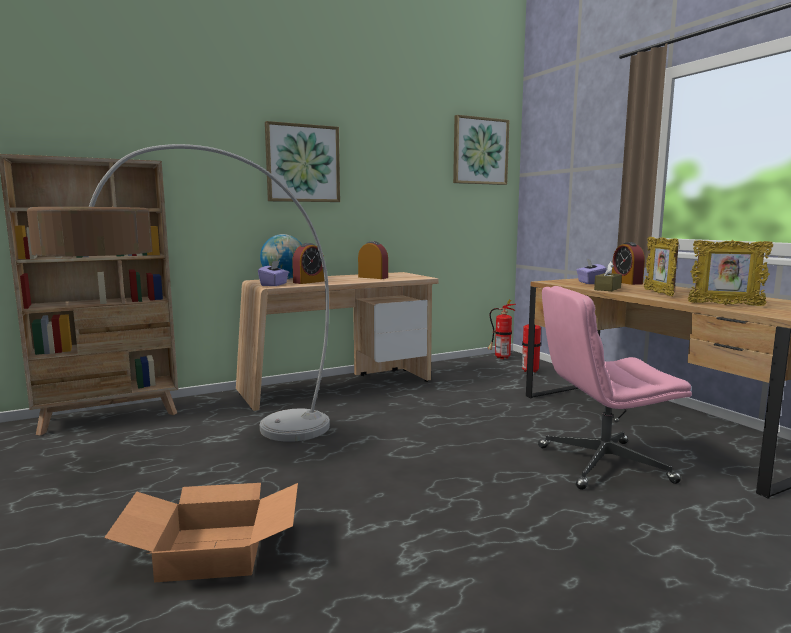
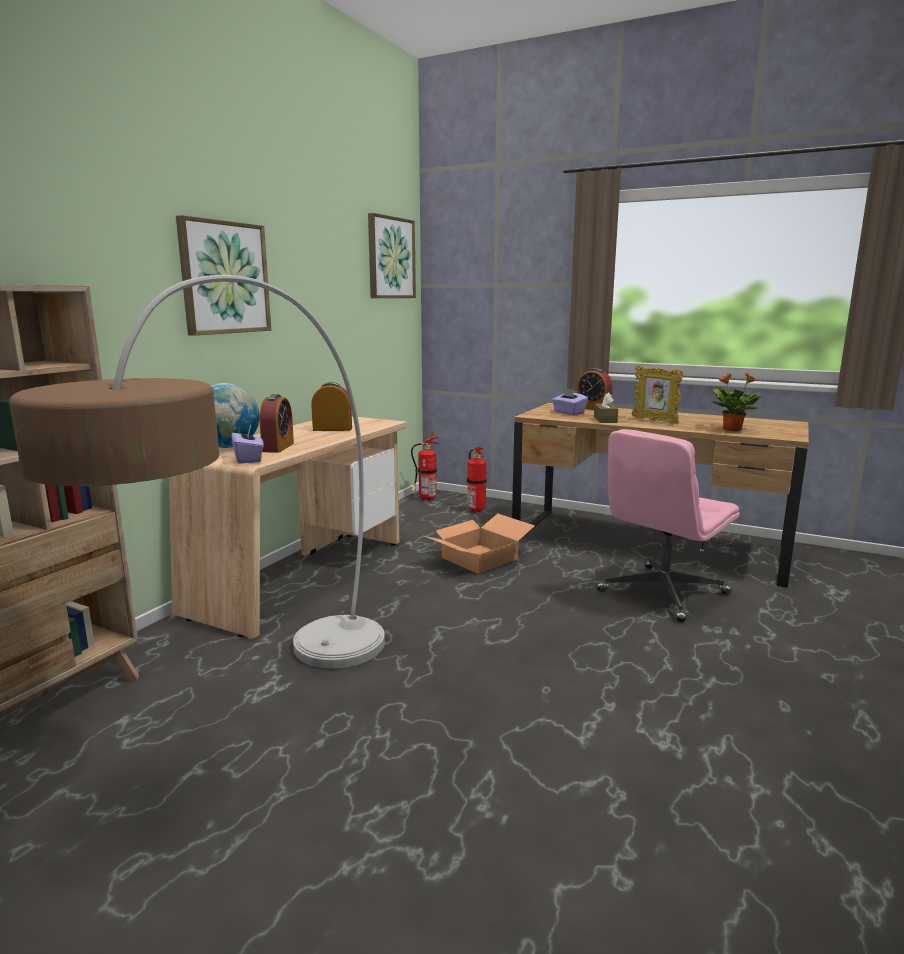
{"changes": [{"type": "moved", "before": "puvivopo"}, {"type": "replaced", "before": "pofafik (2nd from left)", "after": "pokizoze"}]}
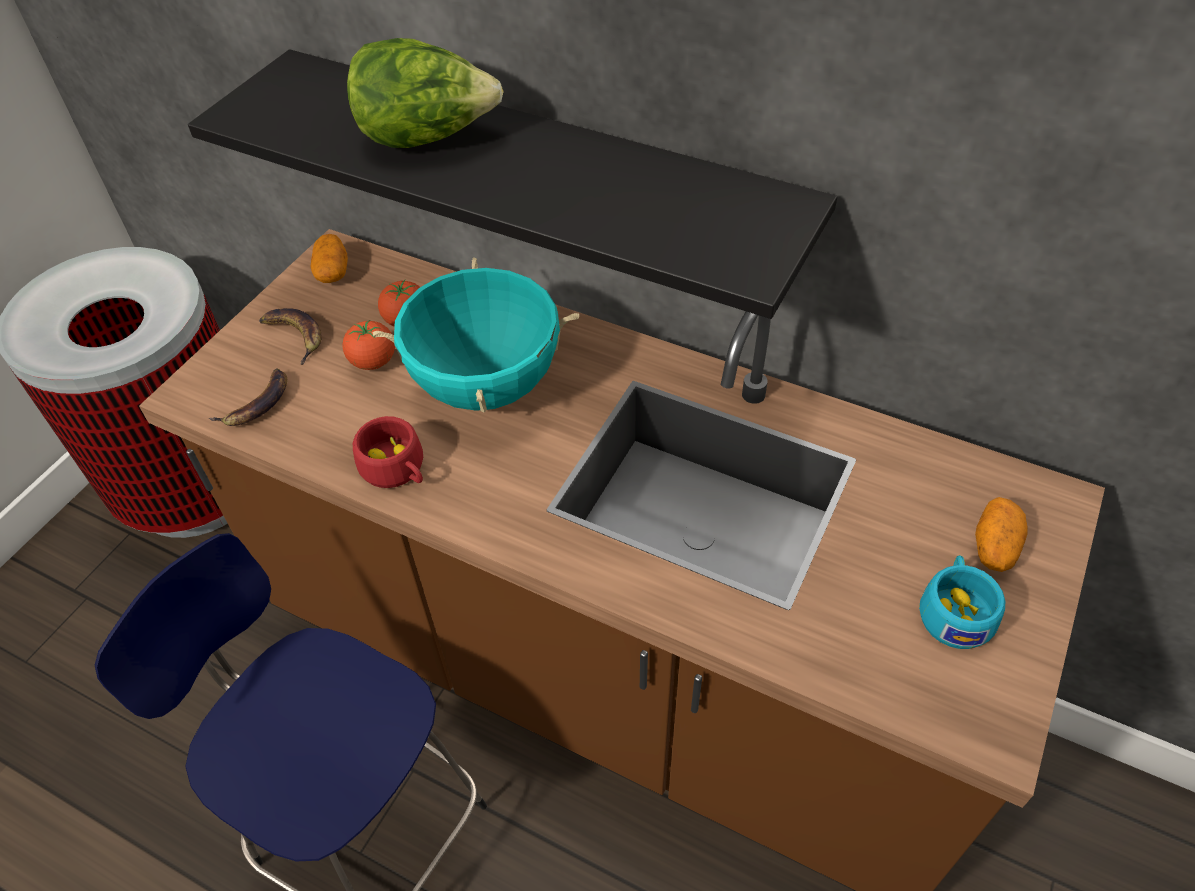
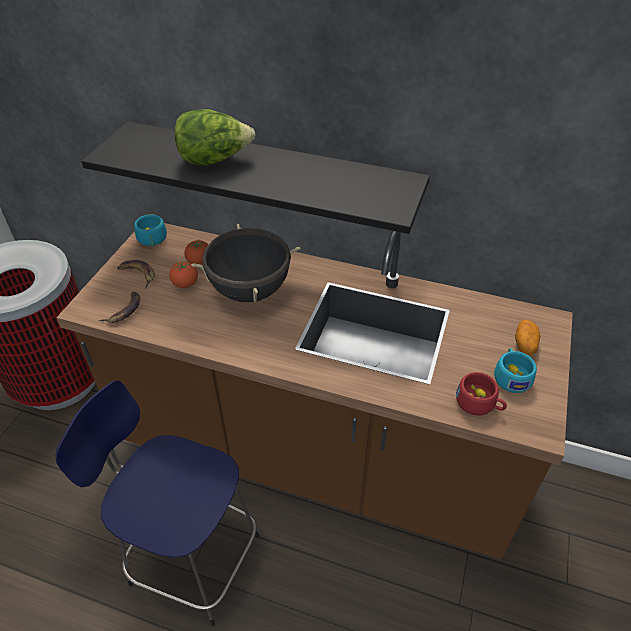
{"changes": [{"type": "replaced", "before": "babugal (1st from left)", "after": "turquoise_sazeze (1st from left)"}, {"type": "recoloured", "before": "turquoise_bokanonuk", "after": "black_bokanonuk"}, {"type": "moved", "before": "red_sazeze"}]}
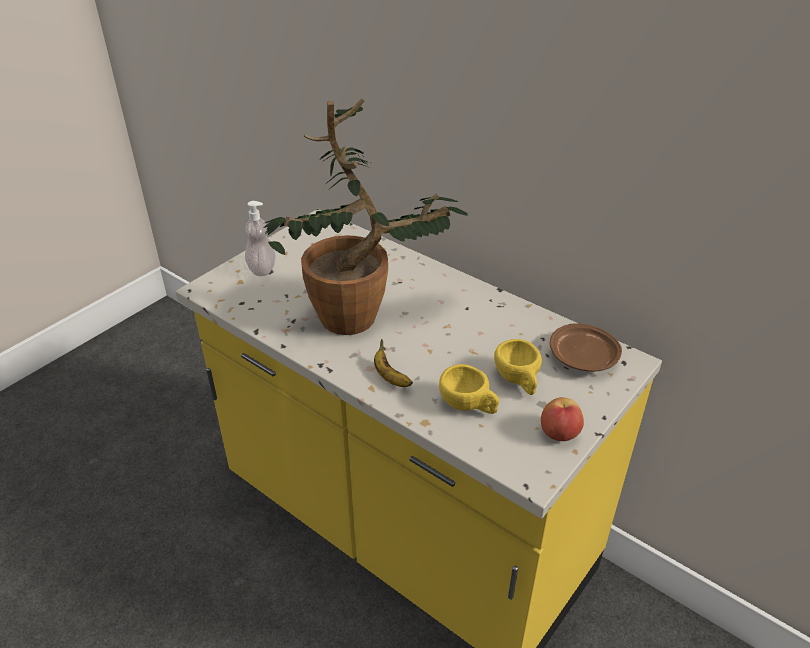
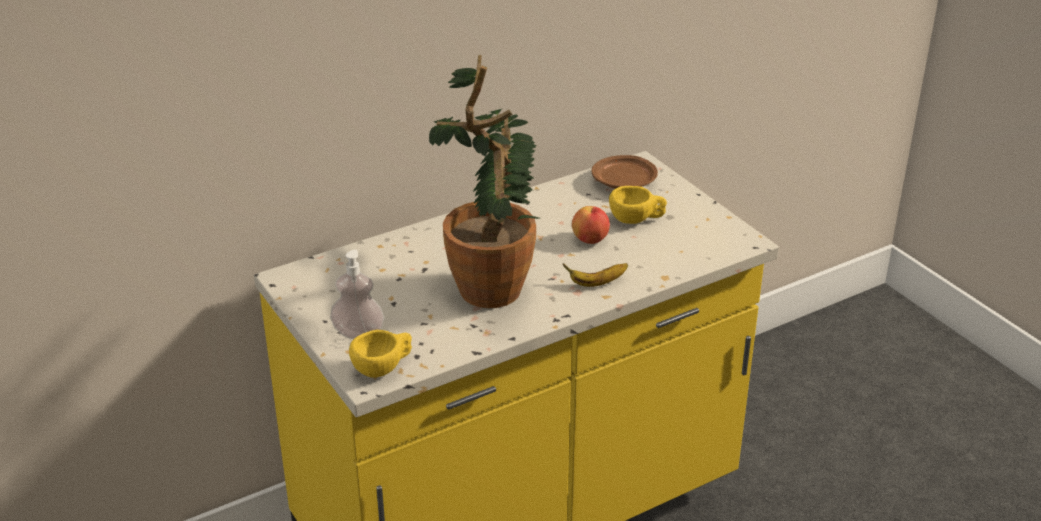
{"changes": [{"type": "moved", "before": "yellow_sazeze (1st from left)"}, {"type": "moved", "before": "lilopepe"}]}
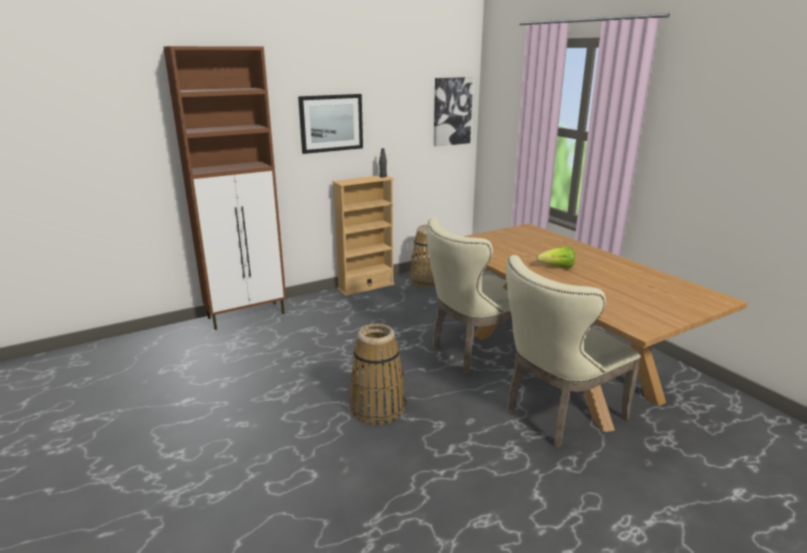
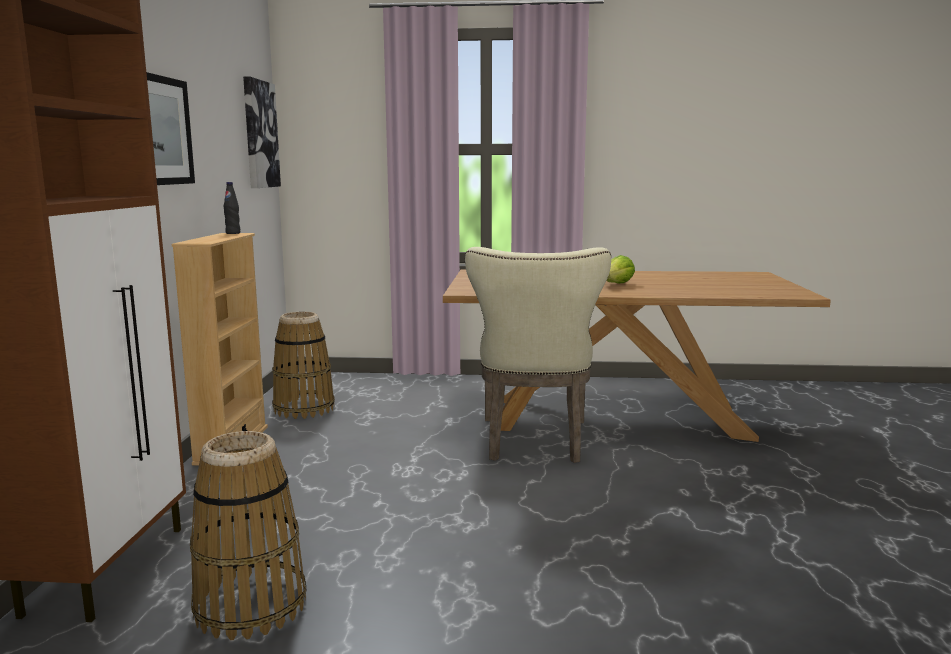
{"changes": [{"type": "moved", "before": "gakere (1st from left)"}, {"type": "removed", "before": "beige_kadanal (2nd from left)"}]}
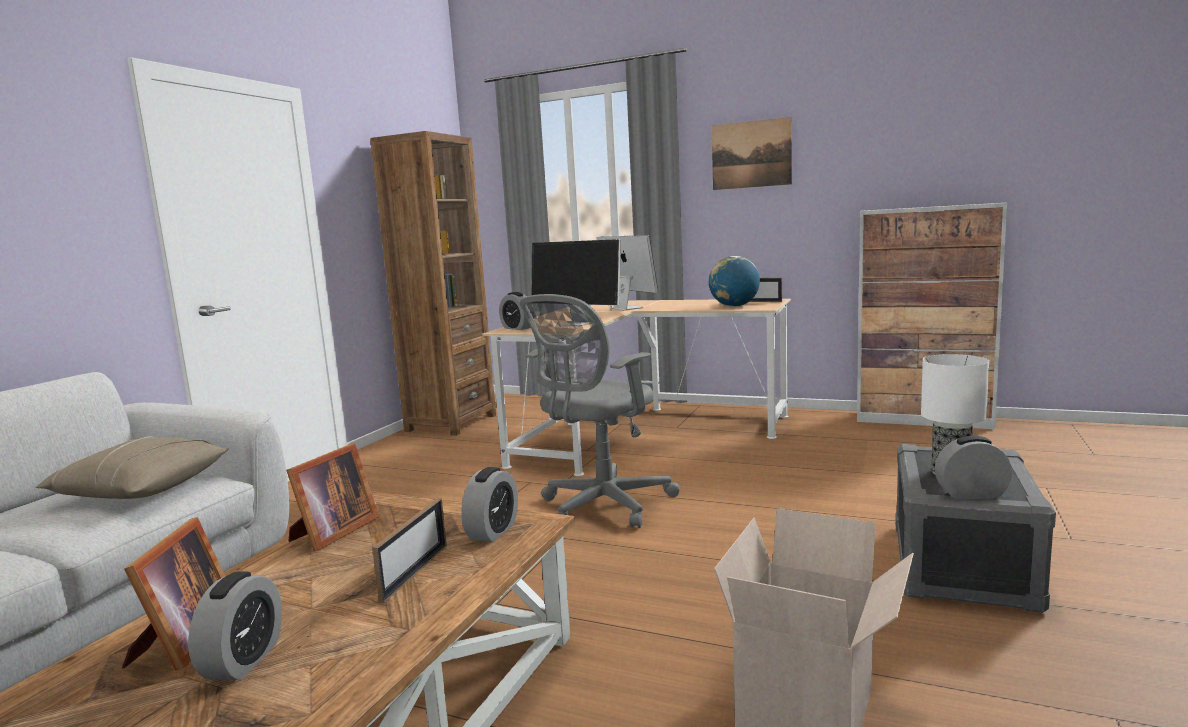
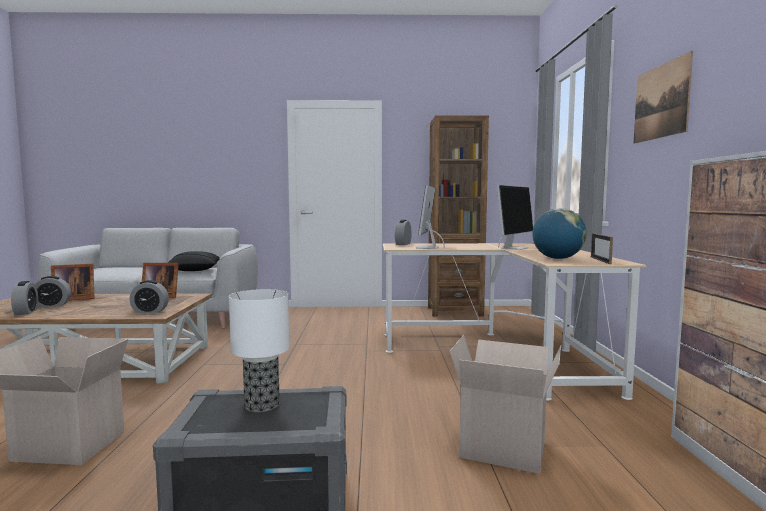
{"changes": [{"type": "moved", "before": "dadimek (4th from left in the first image)", "after": "dadimek (1st from left)"}, {"type": "recoloured", "before": "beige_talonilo", "after": "black_talonilo"}, {"type": "added", "after": "puvivopo (2nd from left)"}, {"type": "removed", "before": "pofafik (3rd from left)"}, {"type": "removed", "before": "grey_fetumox"}]}
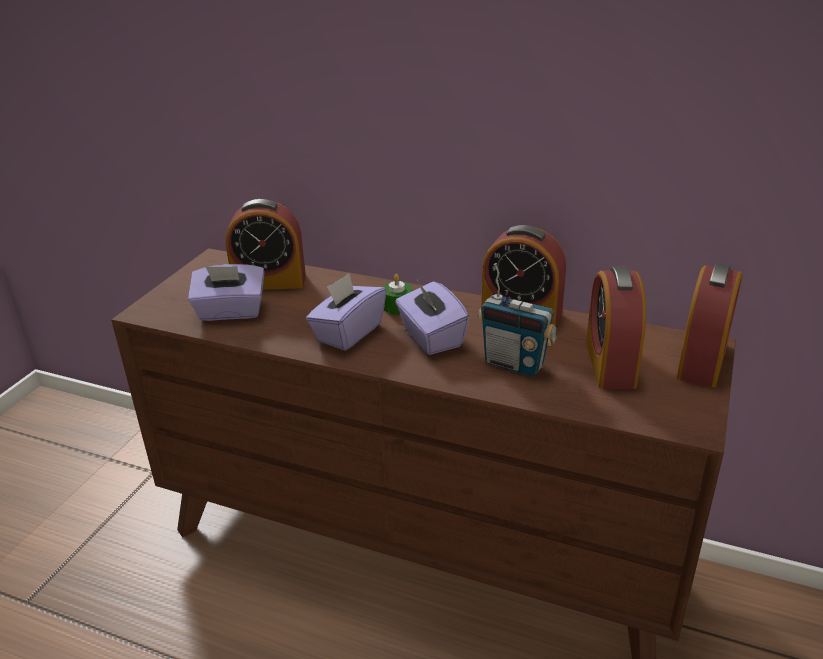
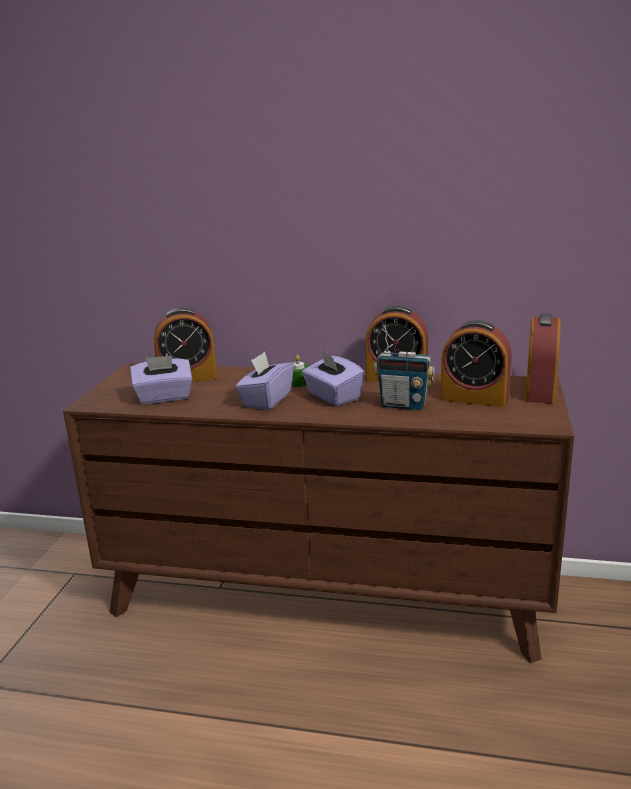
{"changes": [{"type": "turned", "before": "dadimek (3rd from left)", "turn": -60}]}
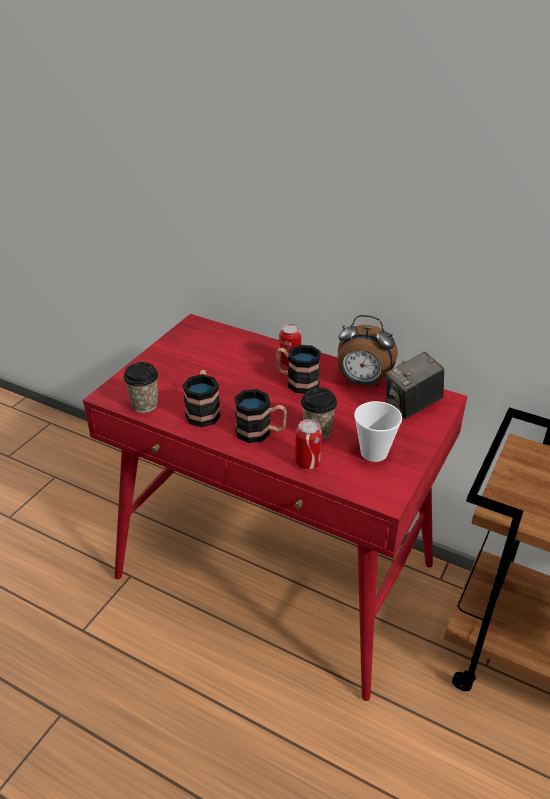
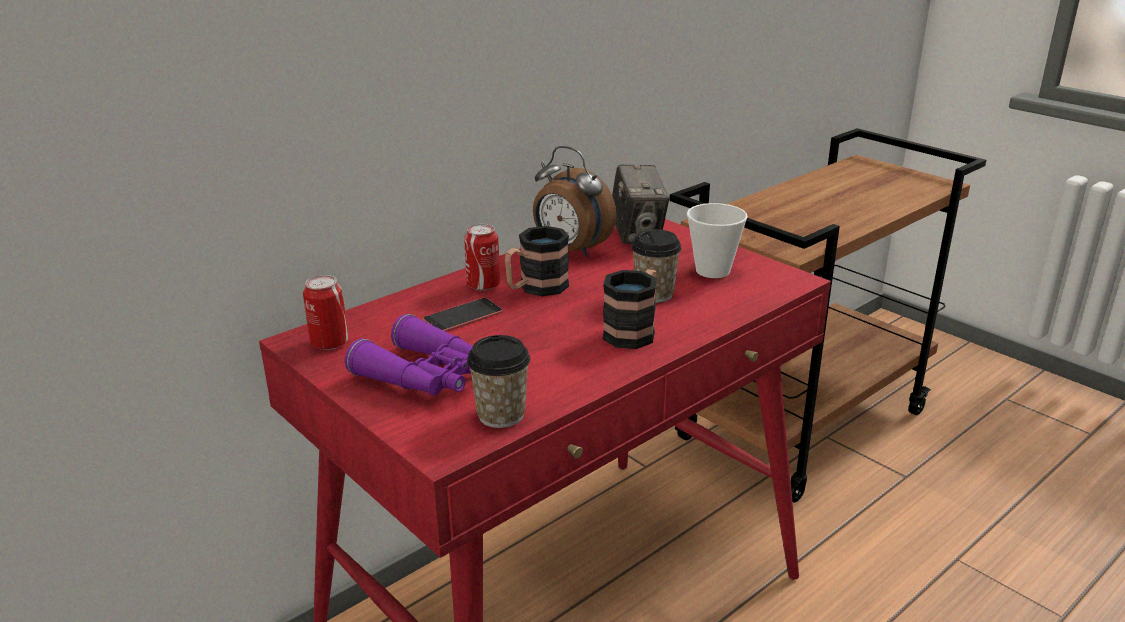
{"changes": [{"type": "moved", "before": "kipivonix (2nd from left in the first image)", "after": "kipivonix (1st from left)"}, {"type": "added", "after": "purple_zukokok"}, {"type": "added", "after": "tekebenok"}, {"type": "turned", "before": "dadimek", "turn": 90}, {"type": "removed", "before": "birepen (1st from left)"}]}
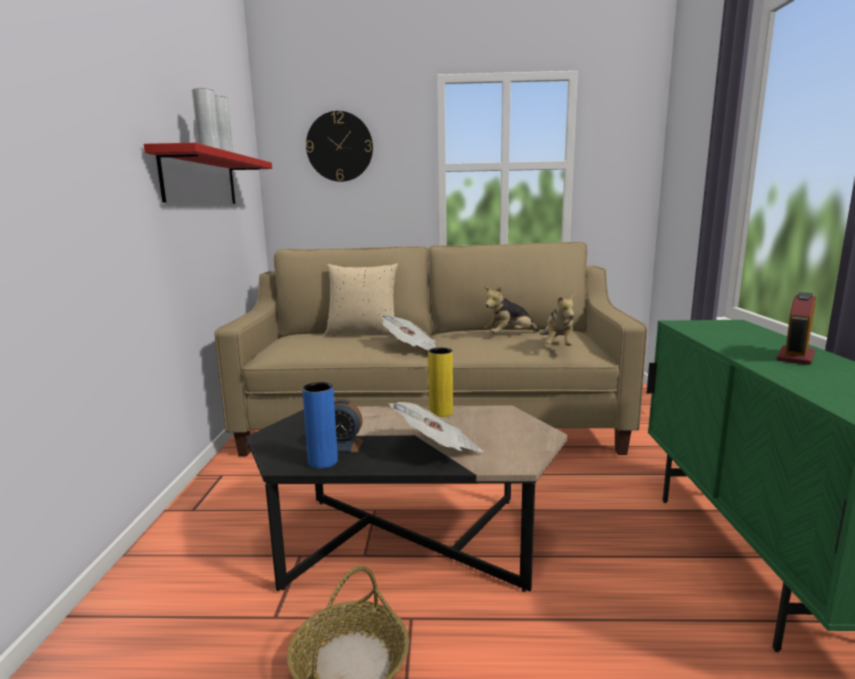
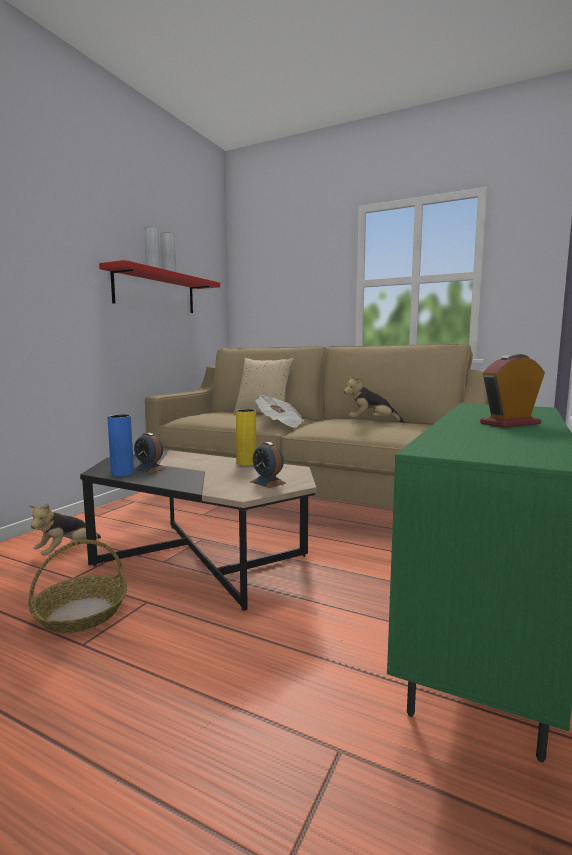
{"changes": [{"type": "moved", "before": "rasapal (2nd from left in the first image)", "after": "rasapal (1st from left)"}, {"type": "added", "after": "dadimek (2nd from left)"}, {"type": "removed", "before": "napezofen"}, {"type": "removed", "before": "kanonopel (2nd from left)"}]}
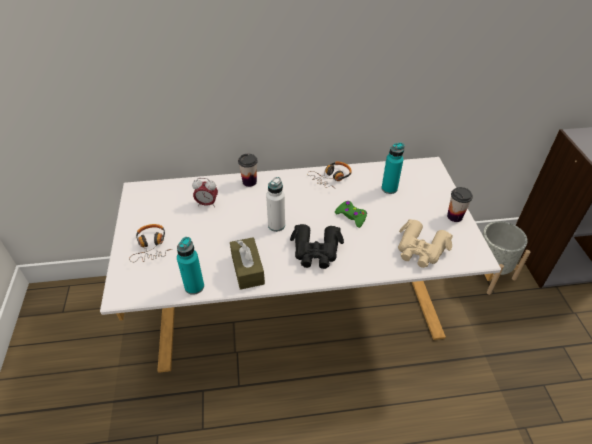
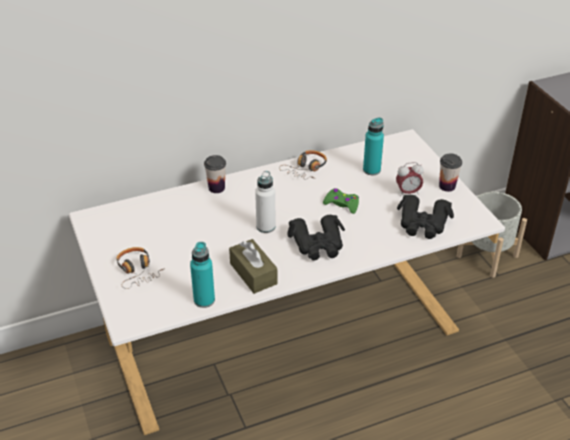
{"changes": [{"type": "moved", "before": "dadimek"}, {"type": "recoloured", "before": "beige_zukokok", "after": "black_zukokok (2nd from left)"}]}
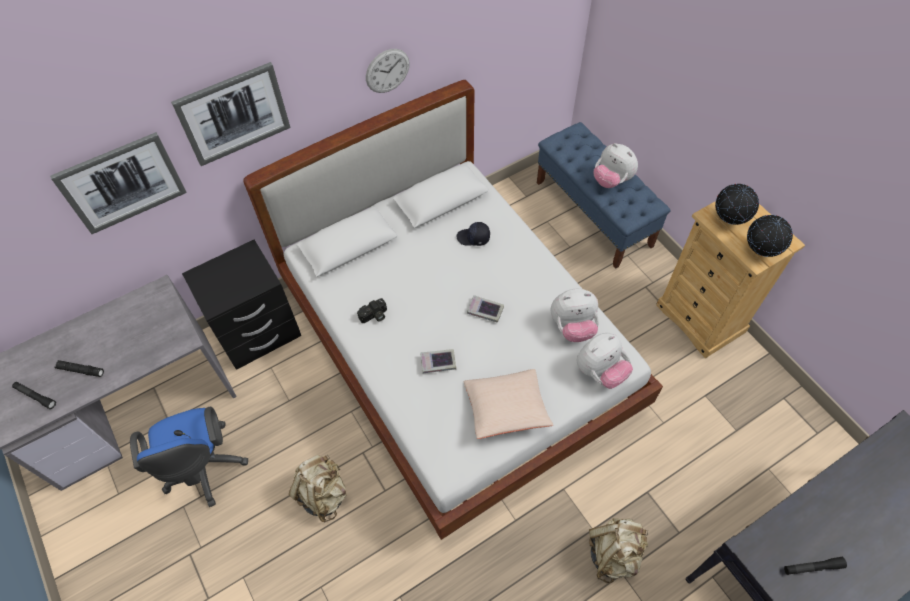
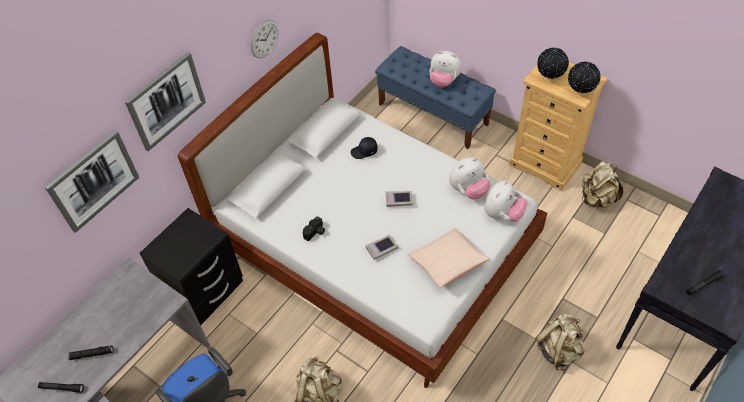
{"changes": [{"type": "added", "after": "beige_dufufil (3rd from left)"}]}
